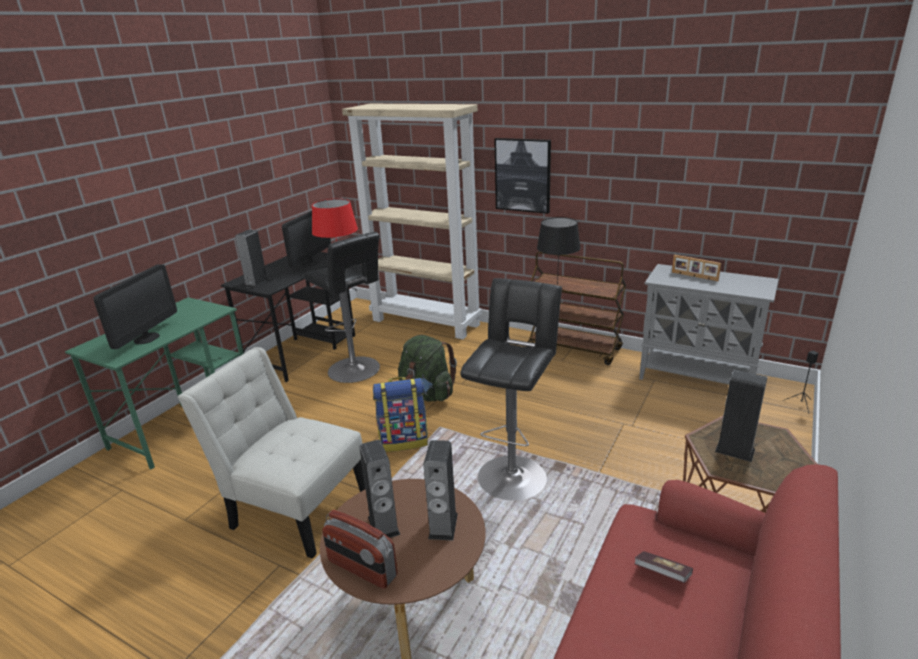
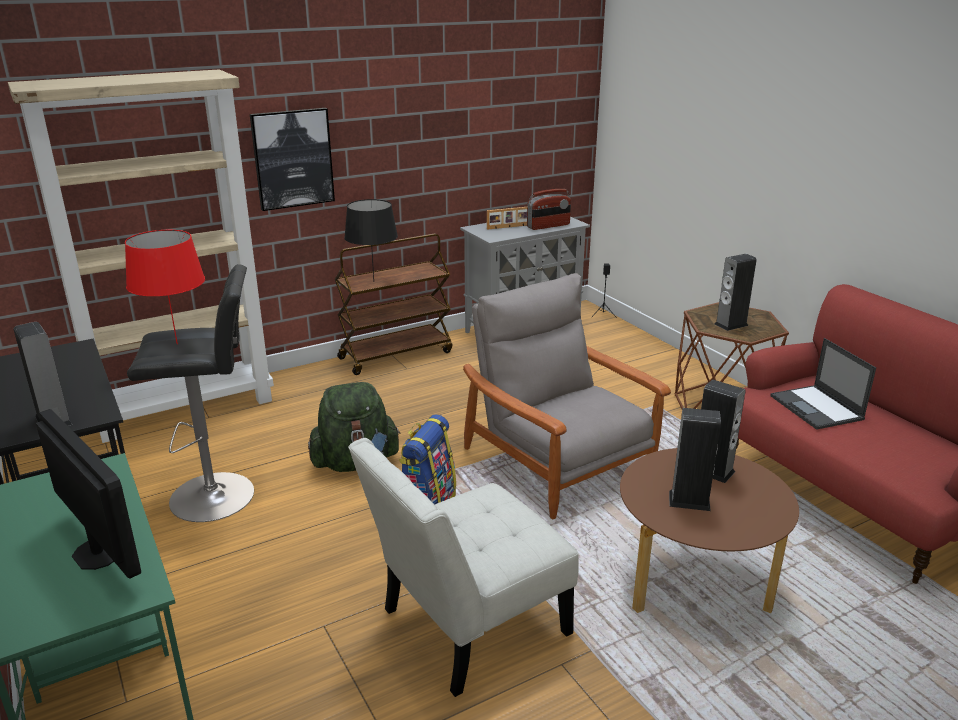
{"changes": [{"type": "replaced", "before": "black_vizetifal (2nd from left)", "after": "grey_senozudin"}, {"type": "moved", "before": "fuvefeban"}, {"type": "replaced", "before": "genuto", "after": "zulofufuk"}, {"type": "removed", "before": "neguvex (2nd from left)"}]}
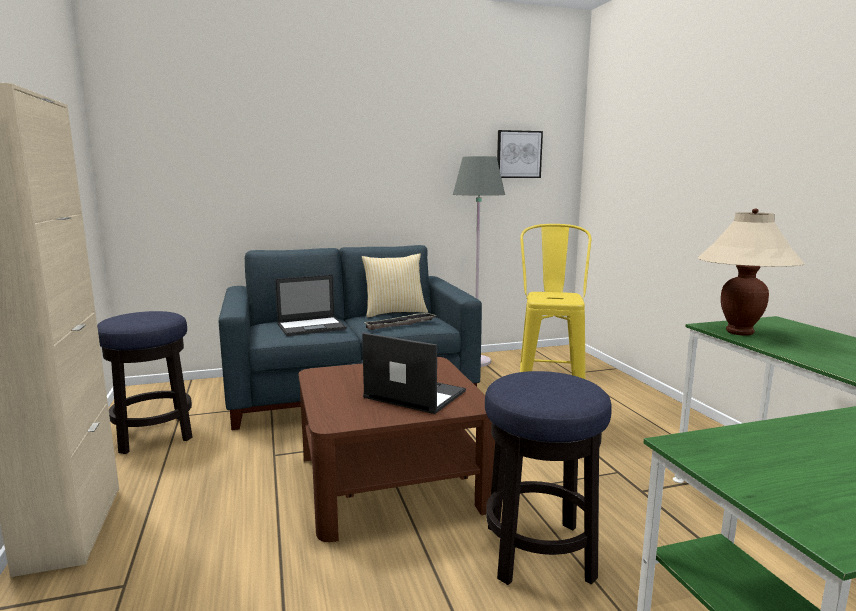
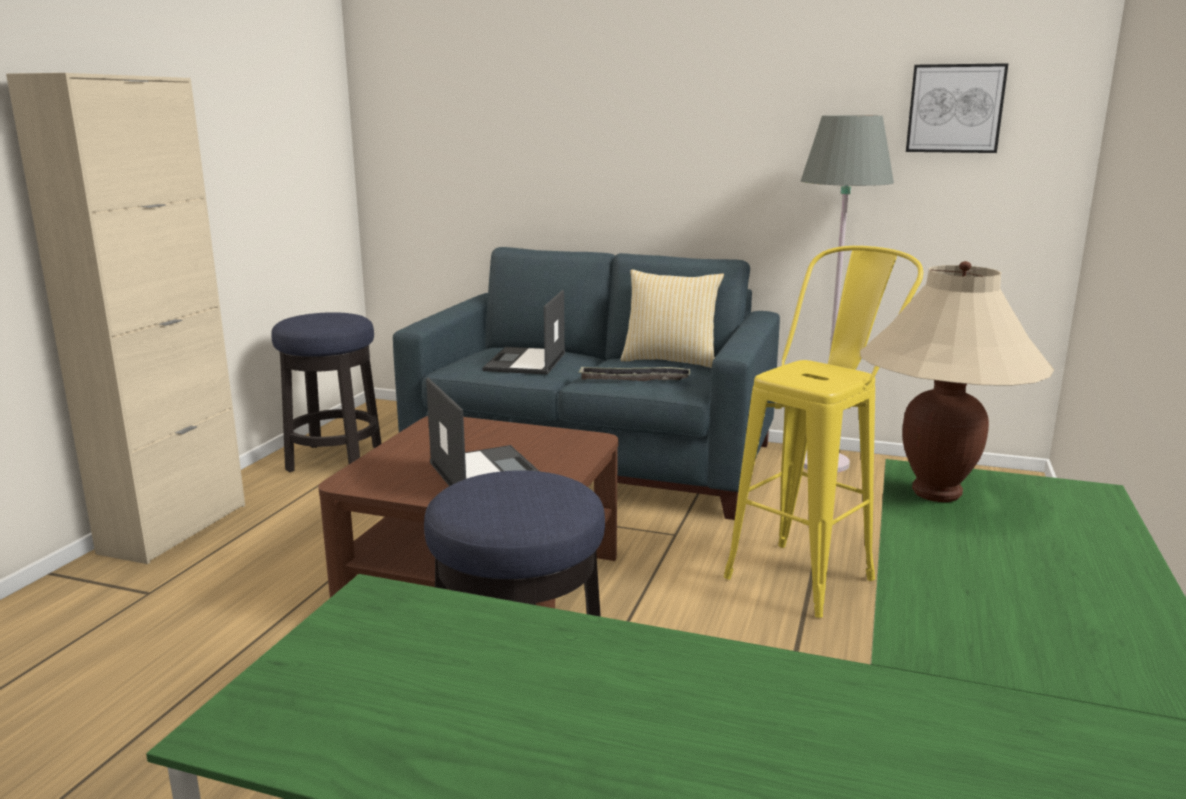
{"changes": [{"type": "turned", "before": "zulofufuk (1st from left in the first image)", "turn": 90}]}
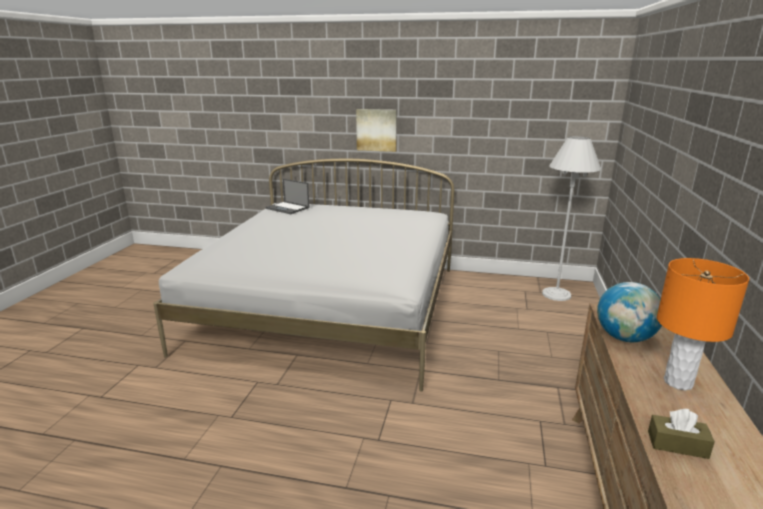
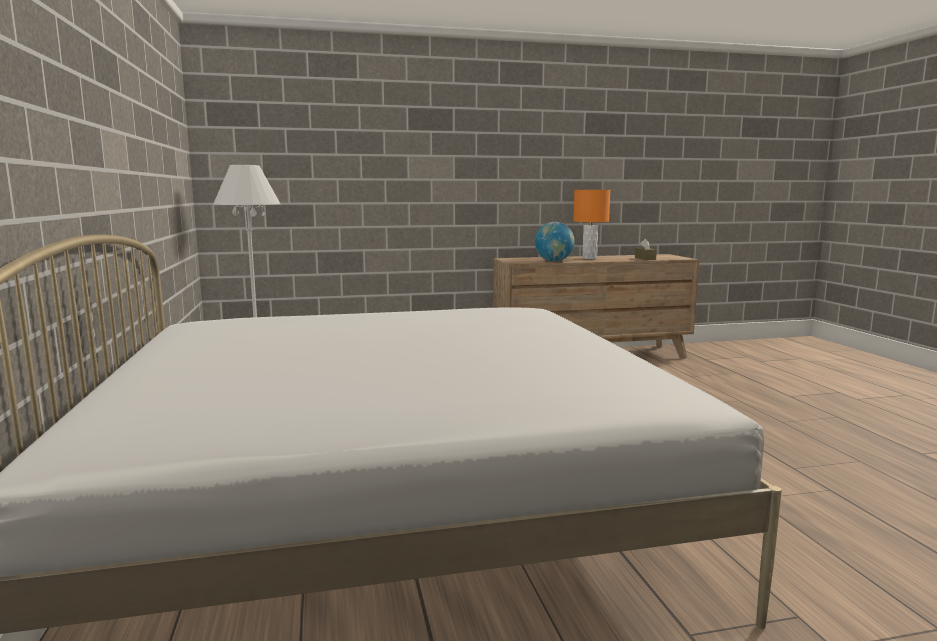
{"changes": [{"type": "removed", "before": "zulofufuk"}, {"type": "removed", "before": "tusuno"}]}
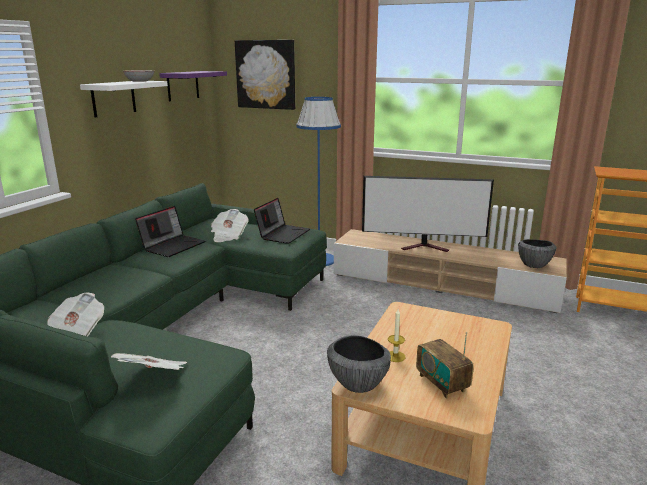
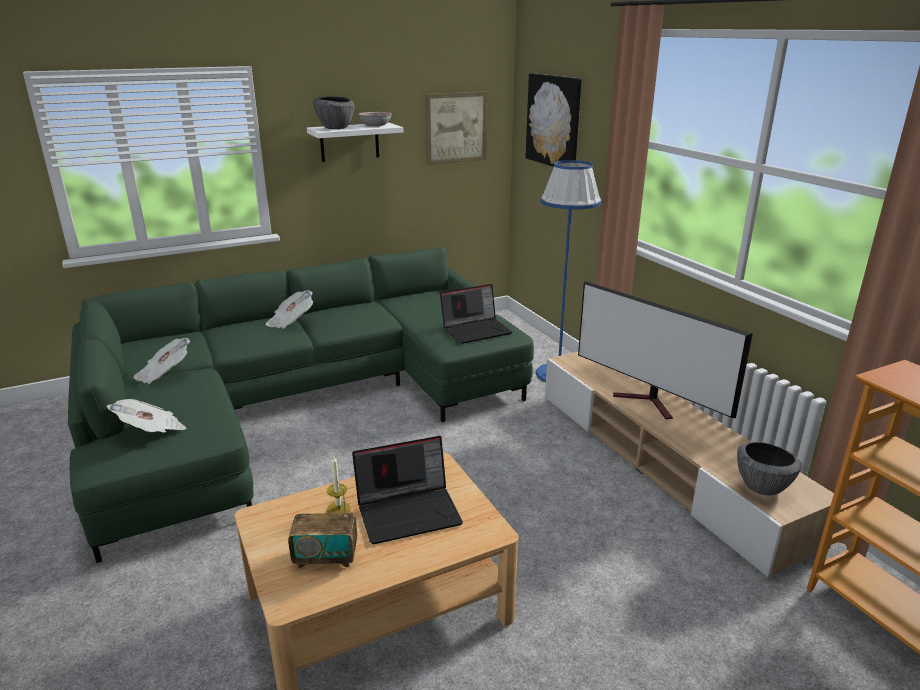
{"changes": [{"type": "moved", "before": "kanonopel (3rd from left)"}, {"type": "turned", "before": "fuvefeban", "turn": -105}, {"type": "moved", "before": "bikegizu (2nd from left in the first image)", "after": "bikegizu (1st from left)"}, {"type": "moved", "before": "zulofufuk (1st from left)"}, {"type": "replaced", "before": "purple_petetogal", "after": "tusuno (1st from left)"}]}
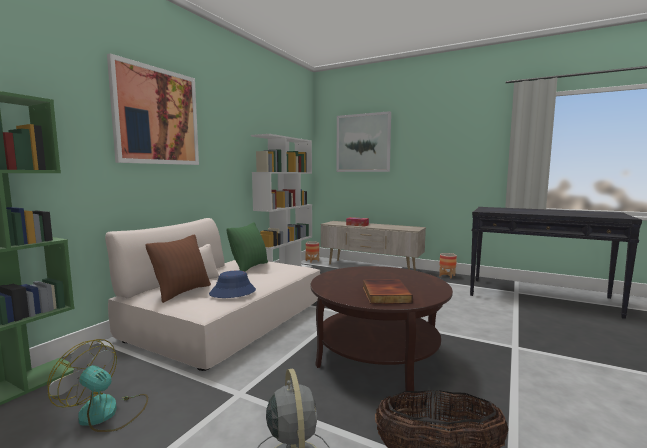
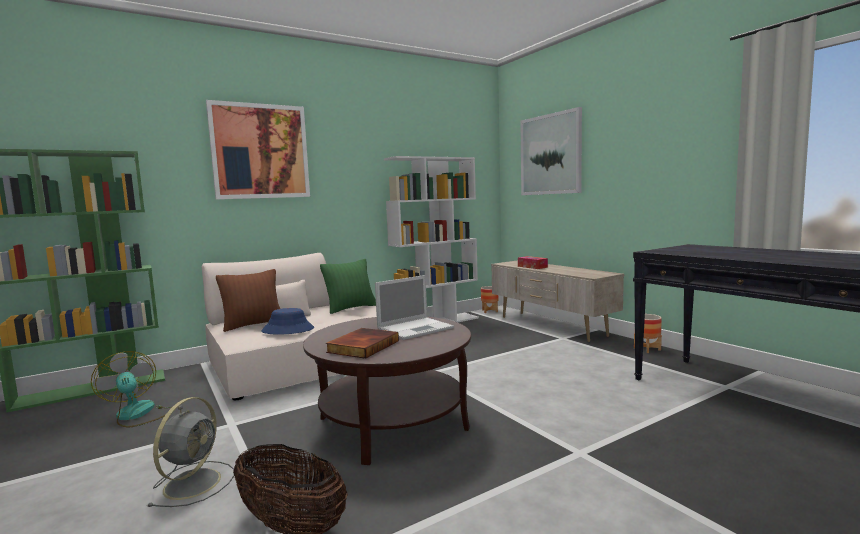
{"changes": [{"type": "added", "after": "zulofufuk"}]}
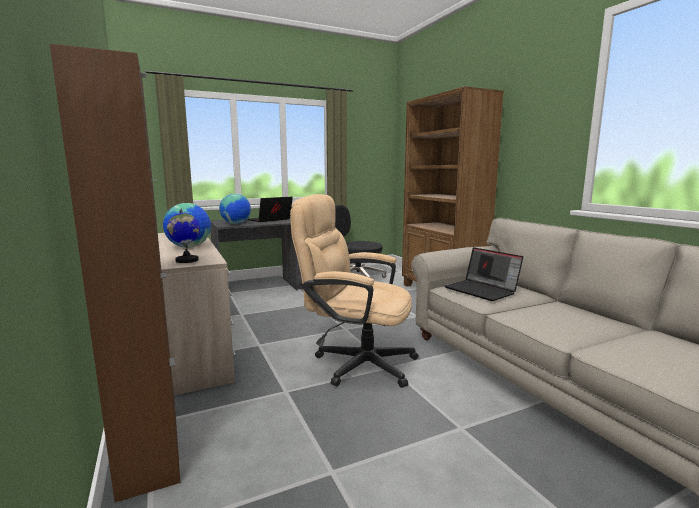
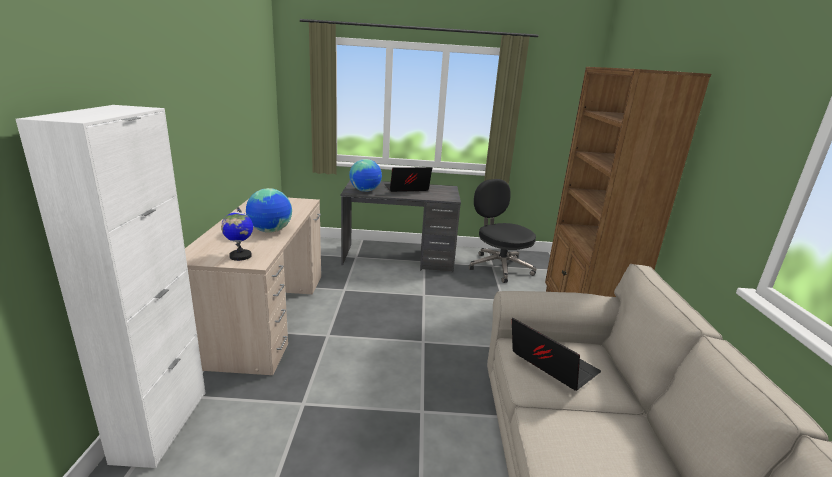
{"changes": [{"type": "recoloured", "before": "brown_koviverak", "after": "white_koviverak"}, {"type": "turned", "before": "zulofufuk (2nd from left)", "turn": 150}, {"type": "removed", "before": "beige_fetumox"}]}
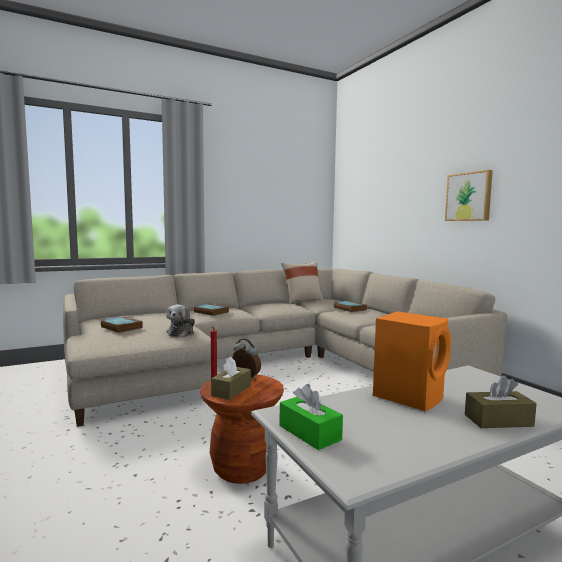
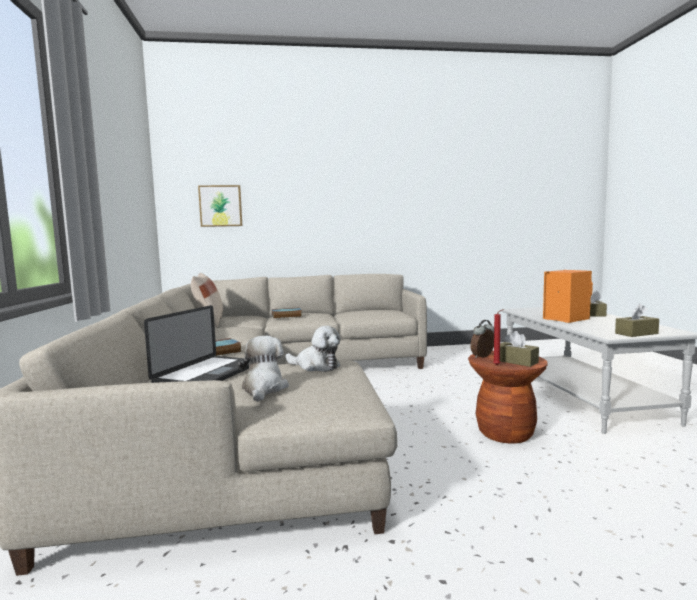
{"changes": [{"type": "added", "after": "zulofufuk"}, {"type": "moved", "before": "tusuno"}, {"type": "replaced", "before": "genuto (1st from left)", "after": "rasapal (1st from left)"}, {"type": "recoloured", "before": "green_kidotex", "after": "brown_kidotex (3rd from left)"}]}
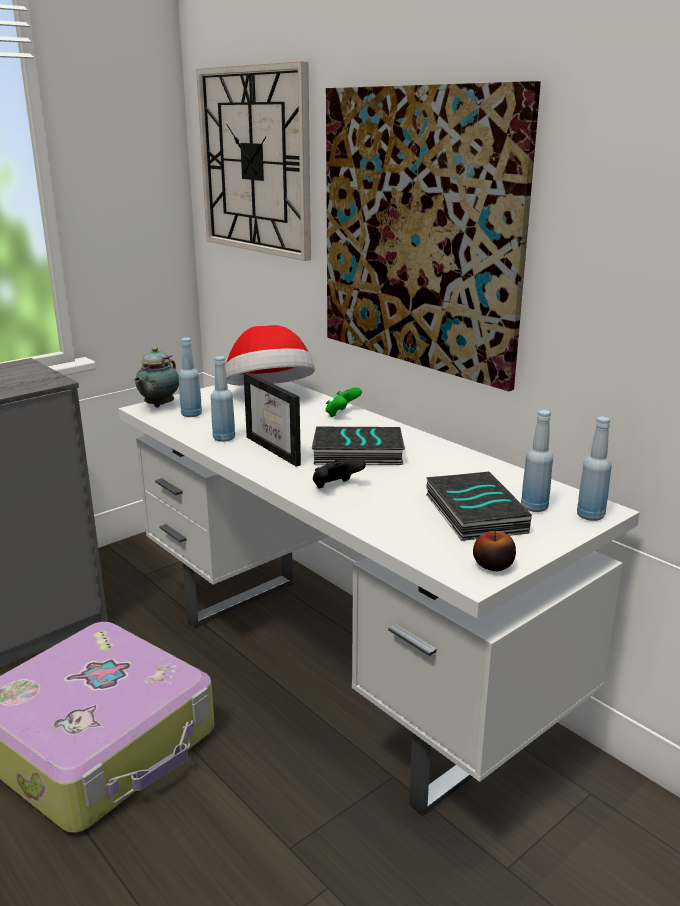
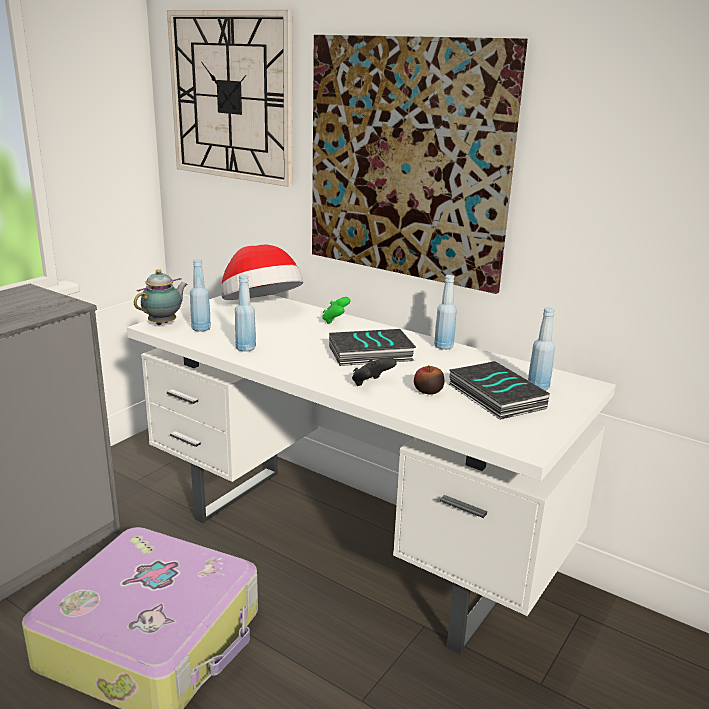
{"changes": [{"type": "turned", "before": "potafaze", "turn": -150}, {"type": "moved", "before": "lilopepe"}, {"type": "moved", "before": "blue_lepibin (4th from left in the first image)", "after": "blue_lepibin (3rd from left)"}, {"type": "removed", "before": "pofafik"}]}
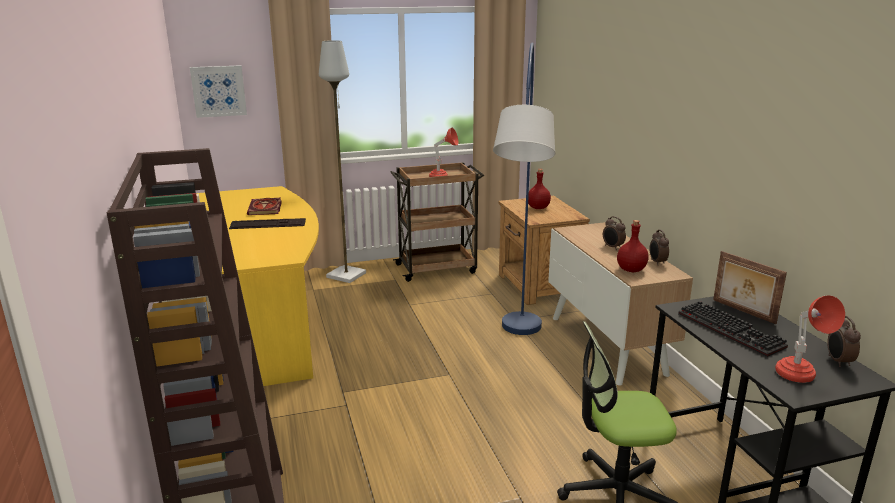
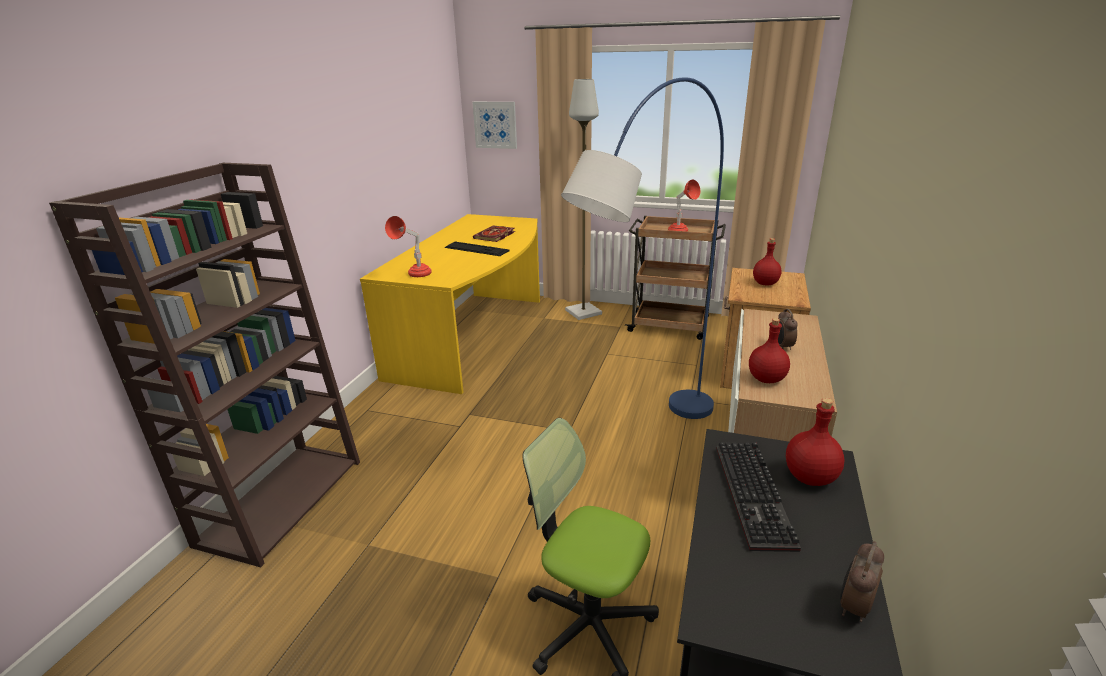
{"changes": [{"type": "moved", "before": "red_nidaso (2nd from left in the first image)", "after": "red_nidaso (1st from left)"}, {"type": "replaced", "before": "pofafik", "after": "red_lepibin (3rd from left)"}, {"type": "removed", "before": "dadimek (2nd from left)"}]}
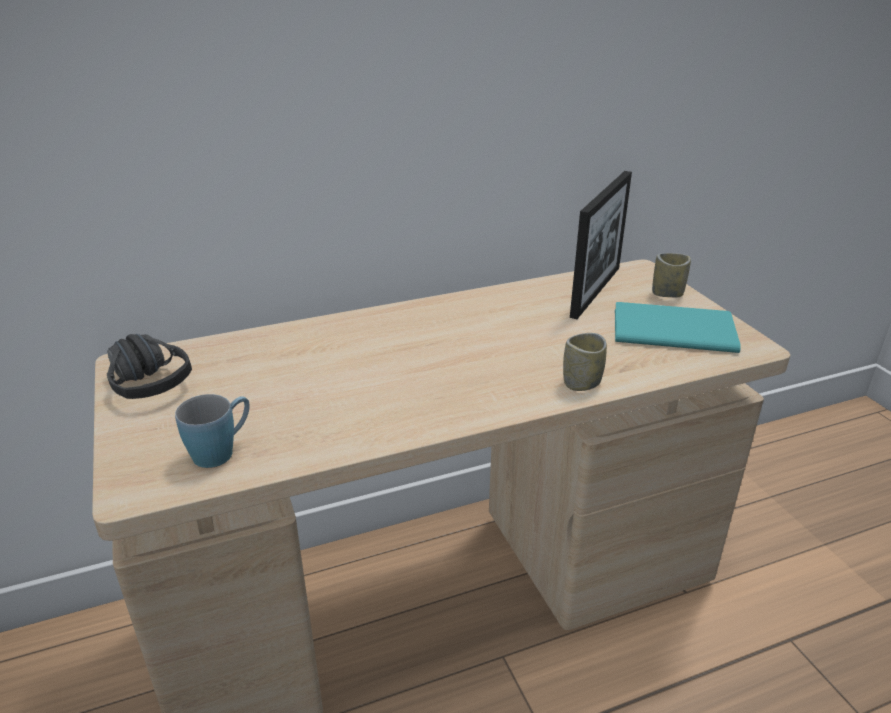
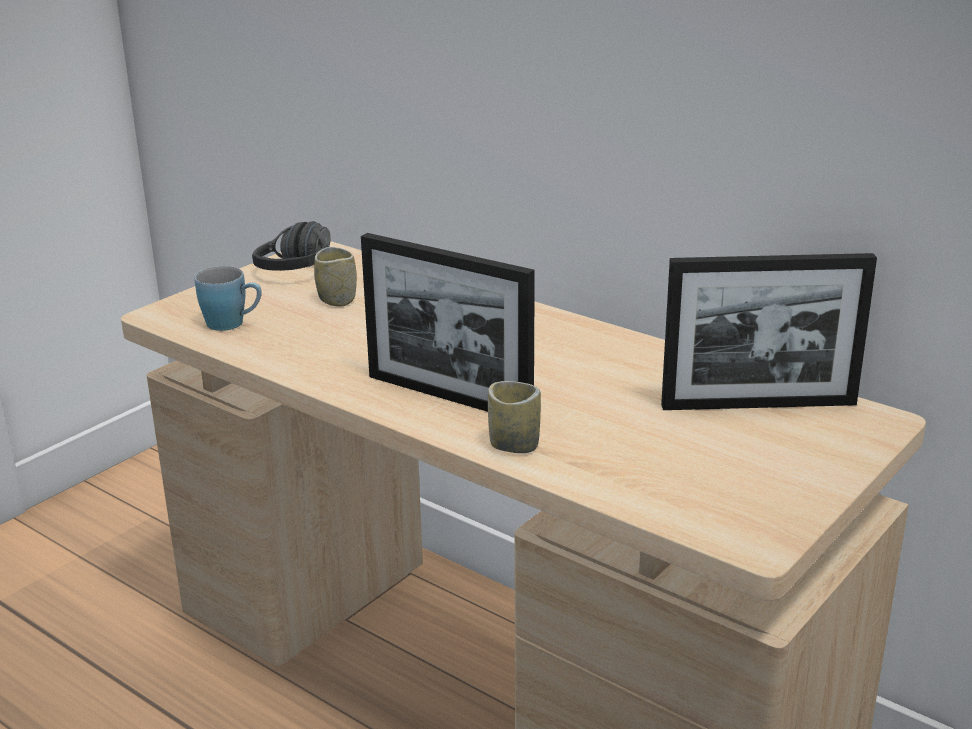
{"changes": [{"type": "moved", "before": "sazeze (2nd from left in the first image)", "after": "sazeze (1st from left)"}, {"type": "added", "after": "pofafik (1st from left)"}, {"type": "removed", "before": "turquoise_genuto"}]}
